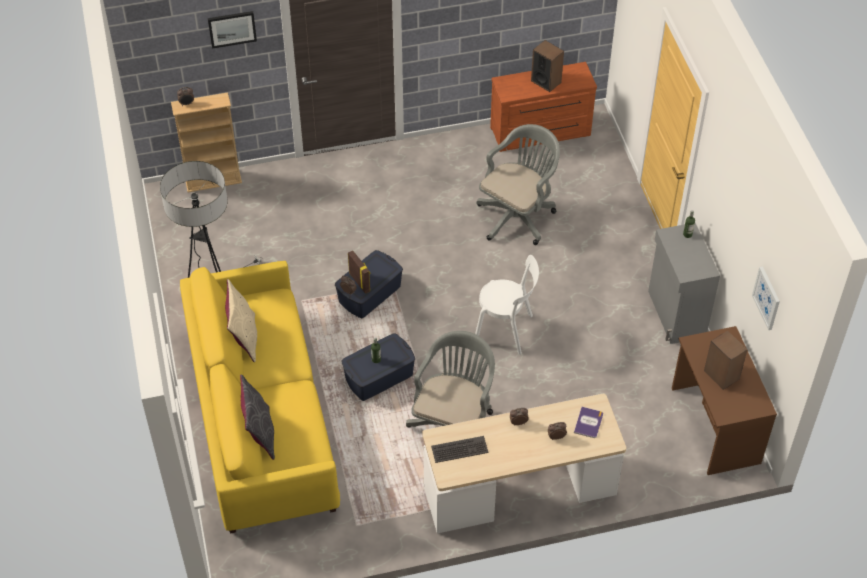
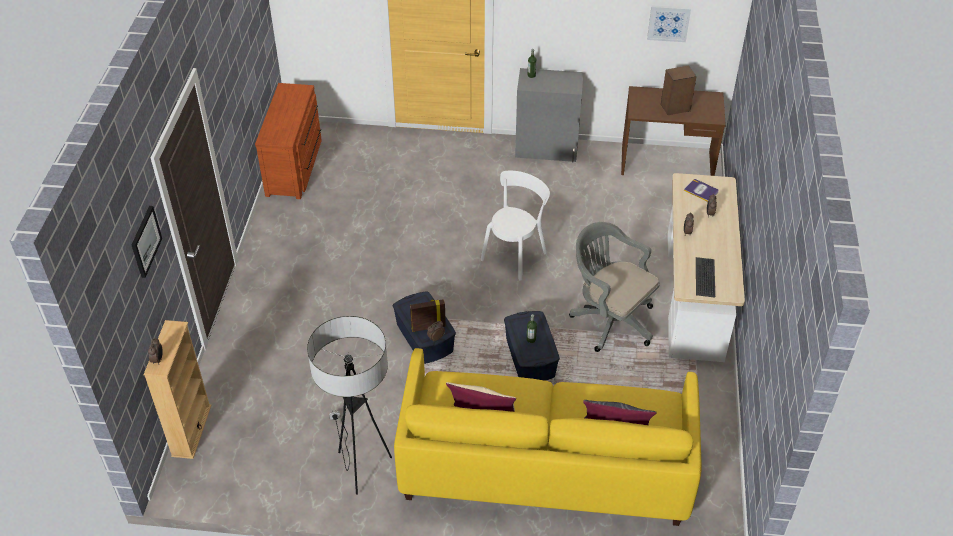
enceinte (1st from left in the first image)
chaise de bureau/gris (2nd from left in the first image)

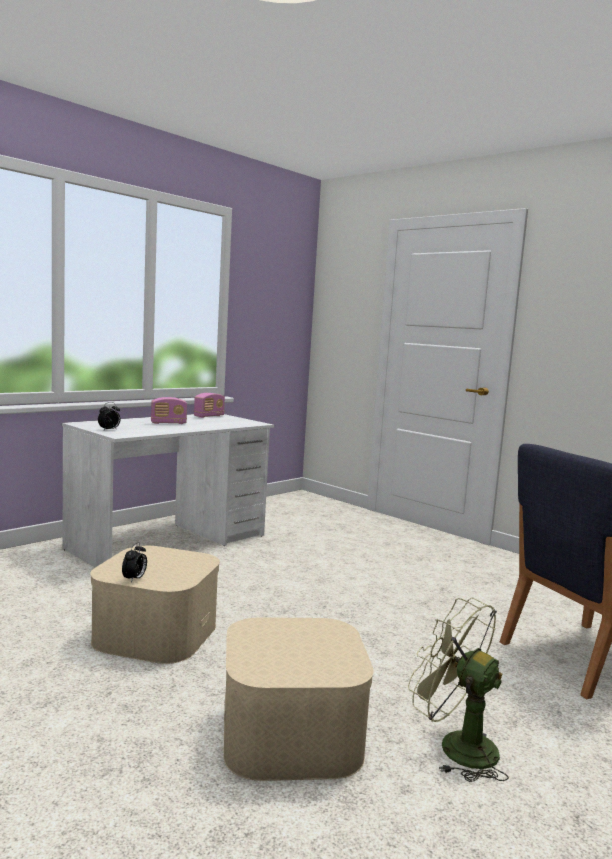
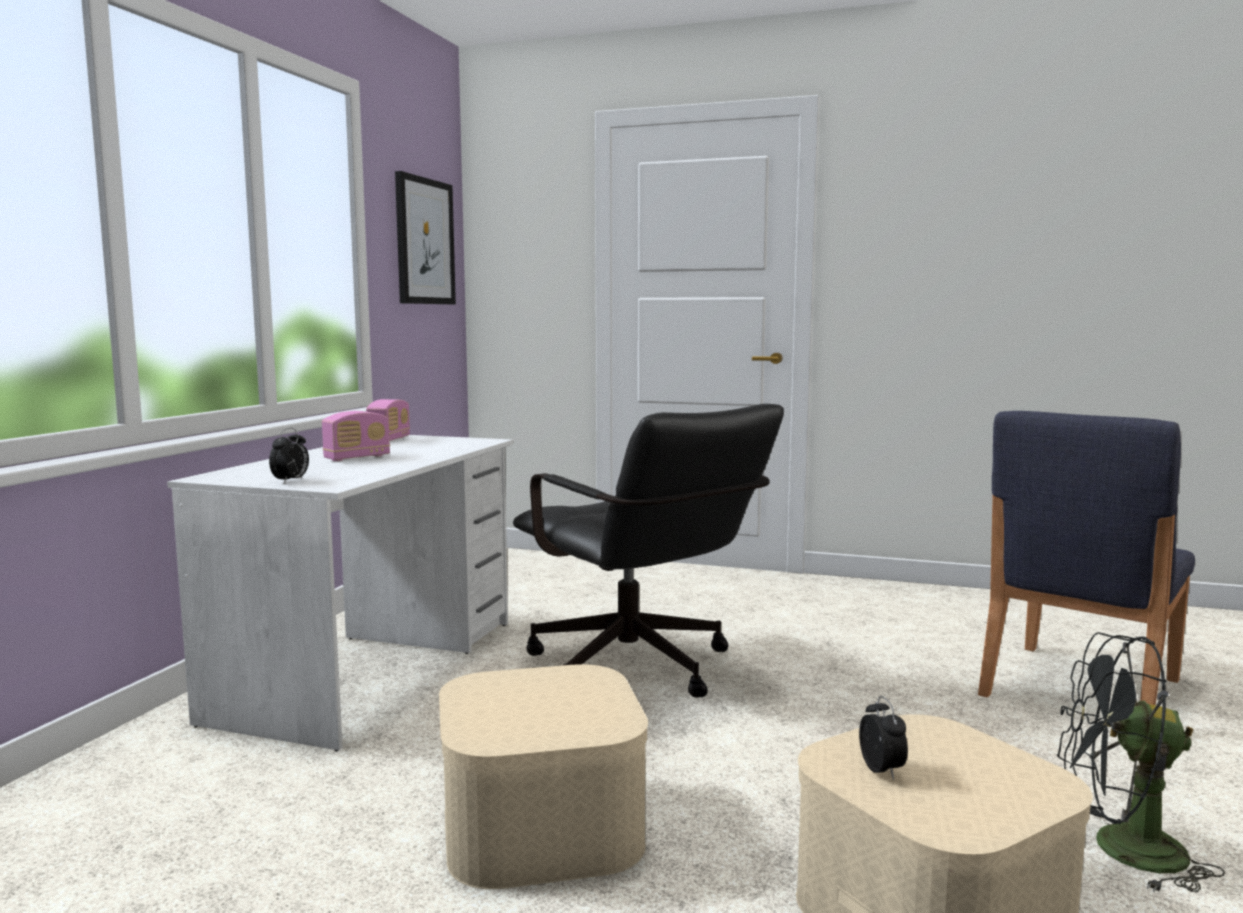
réveil (2nd from left)
ventilateur/noir
tableau
chaise de bureau/noir

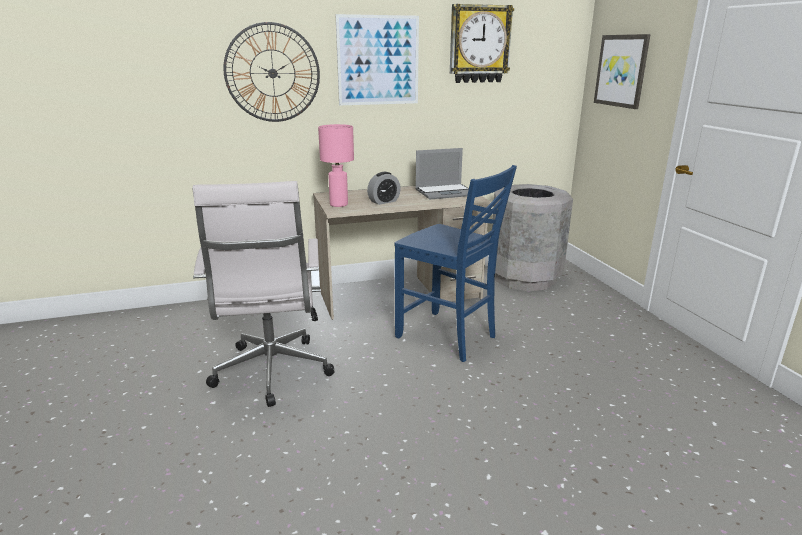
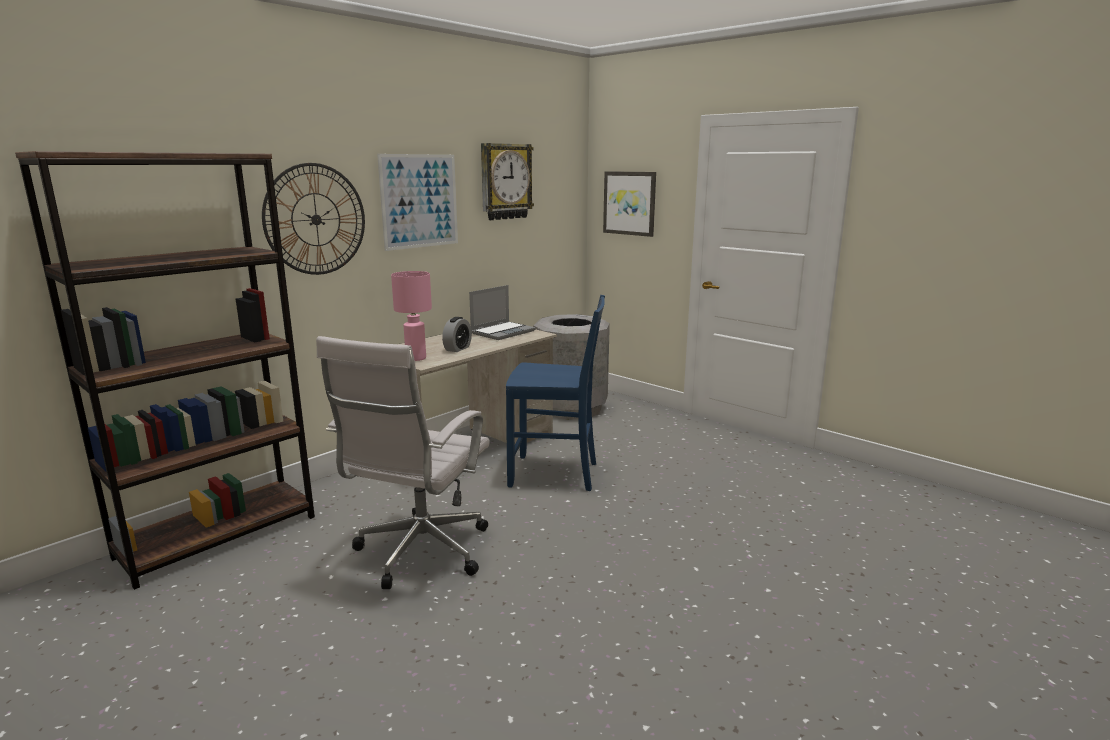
chaise de bureau/blanc
bibliothèque/marron

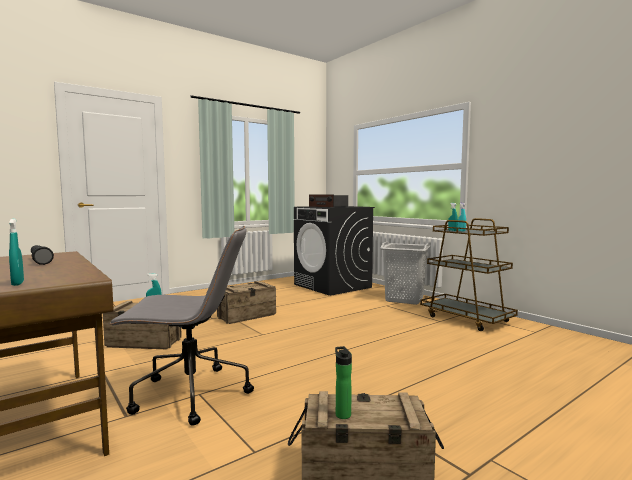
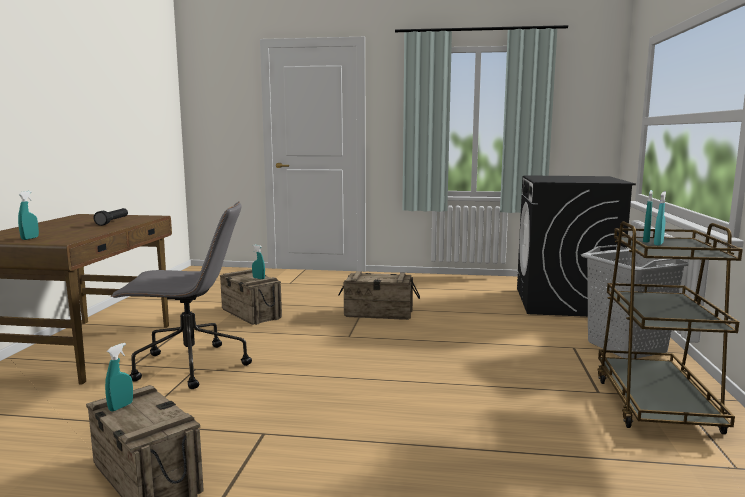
radio
chaise de bureau/gris
vaporisateur/turquoise (2nd from left)

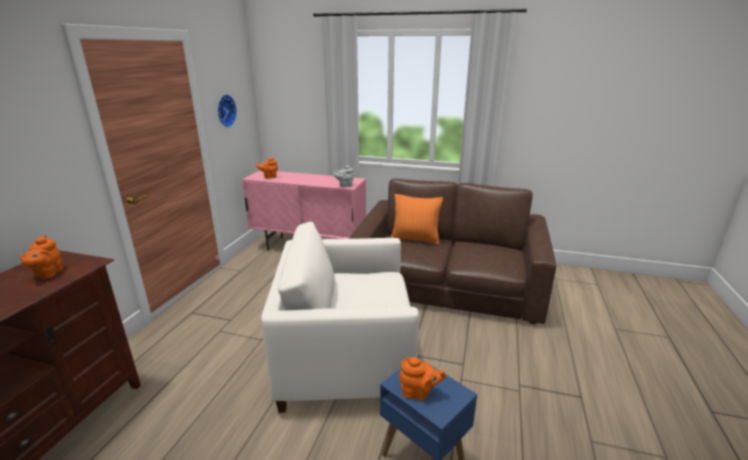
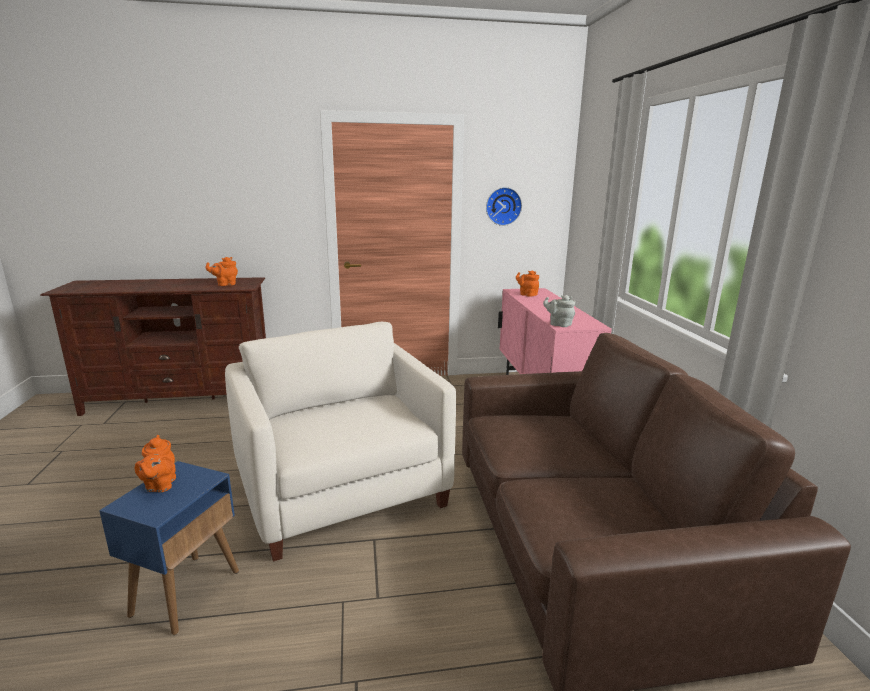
coussin/orange

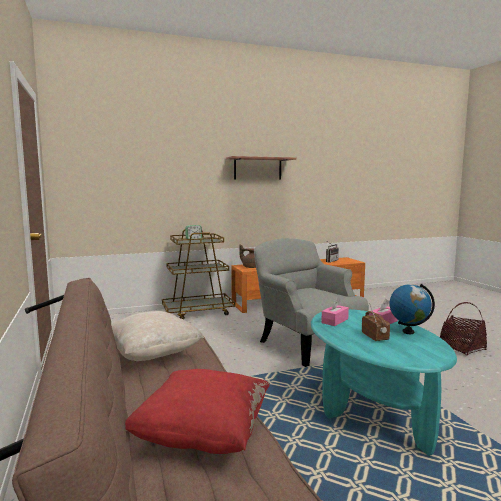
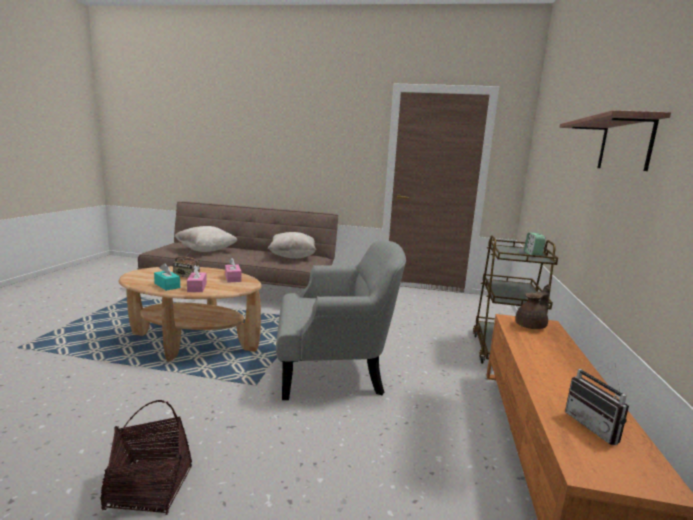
boîte à mouchoirs/turquoise
table basse/marron
coussin/beige (1st from left)

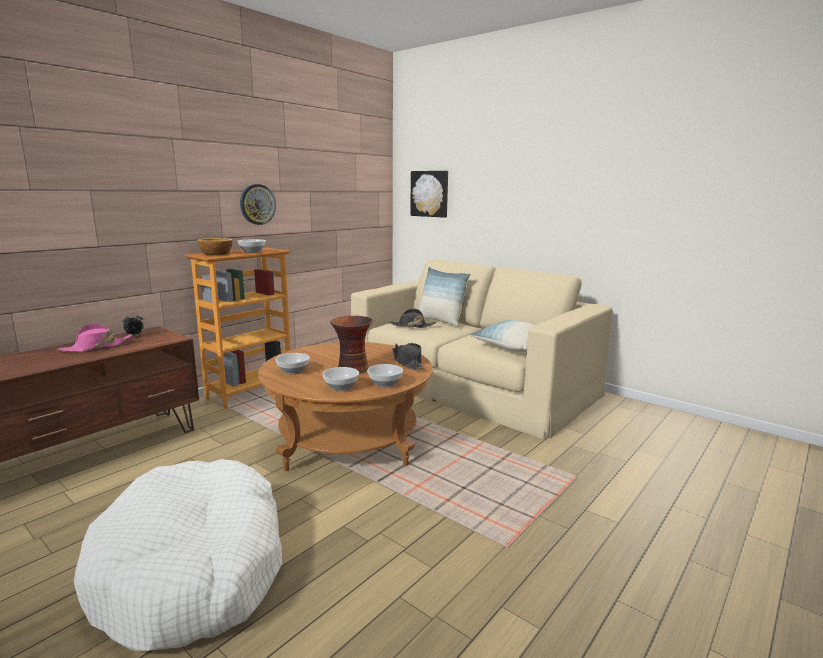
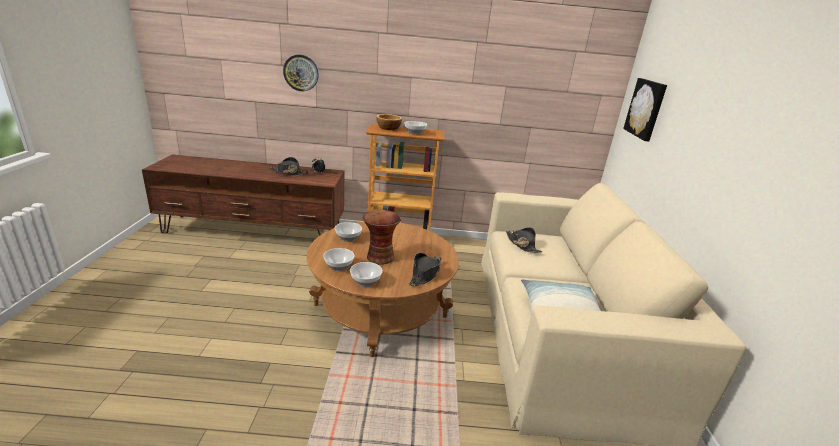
horloge murale
coussin (1st from left in the first image)
chapeau/noir (1st from left)
panier pour chien/blanc

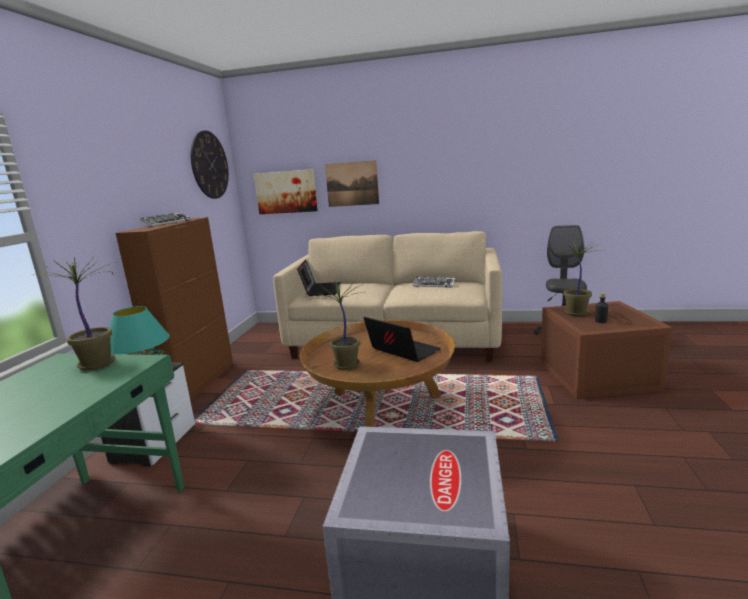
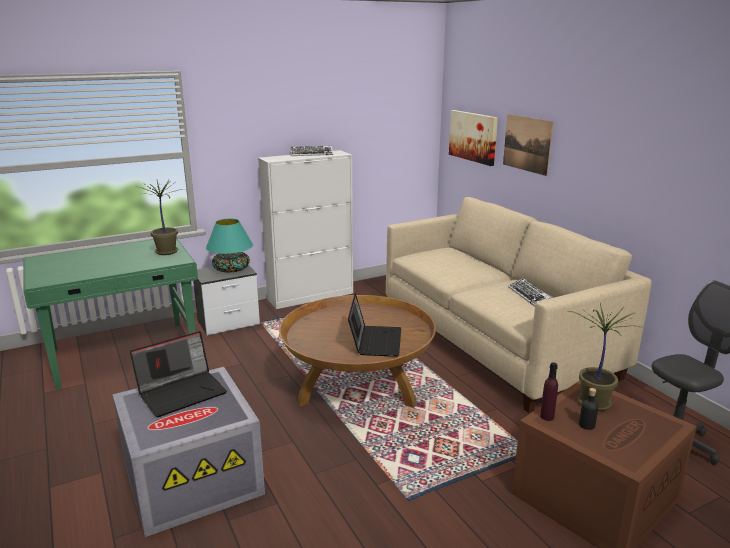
horloge murale
meuble de rangement/blanc
ordinateur portable (1st from left)
plante en pot (2nd from left in the first image)
bouteille/violet

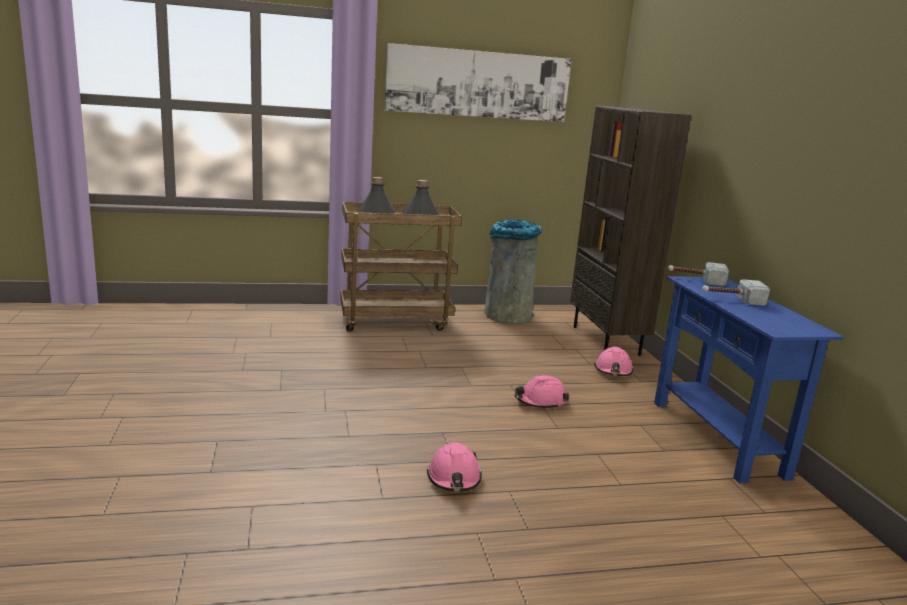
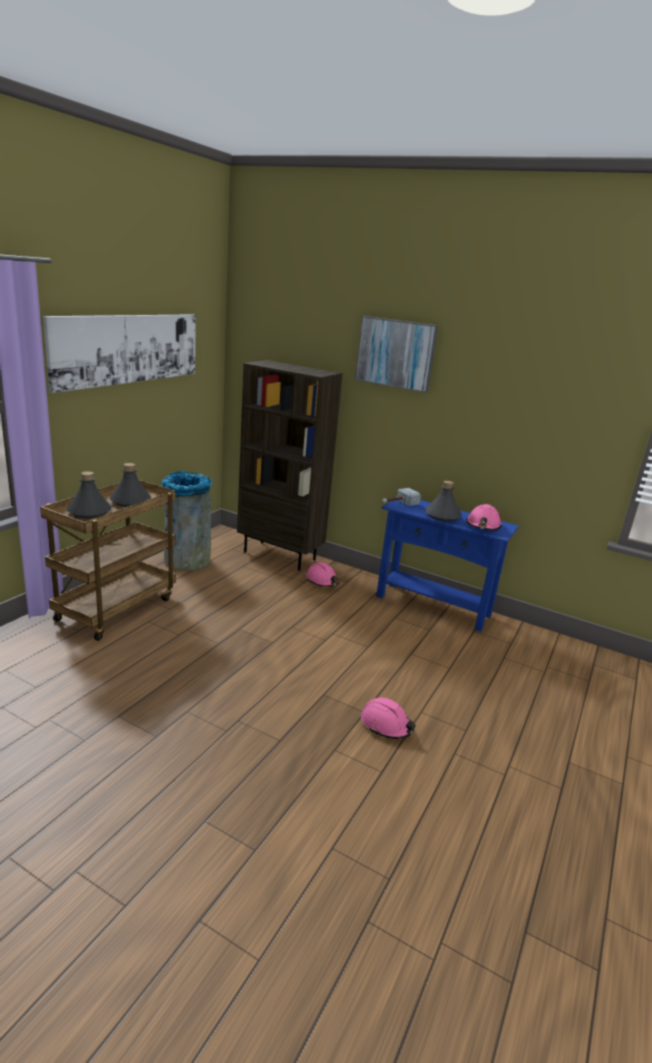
bouteille/gris (3rd from left)
casque de chantier/rose (3rd from left)
tableau (2nd from left)

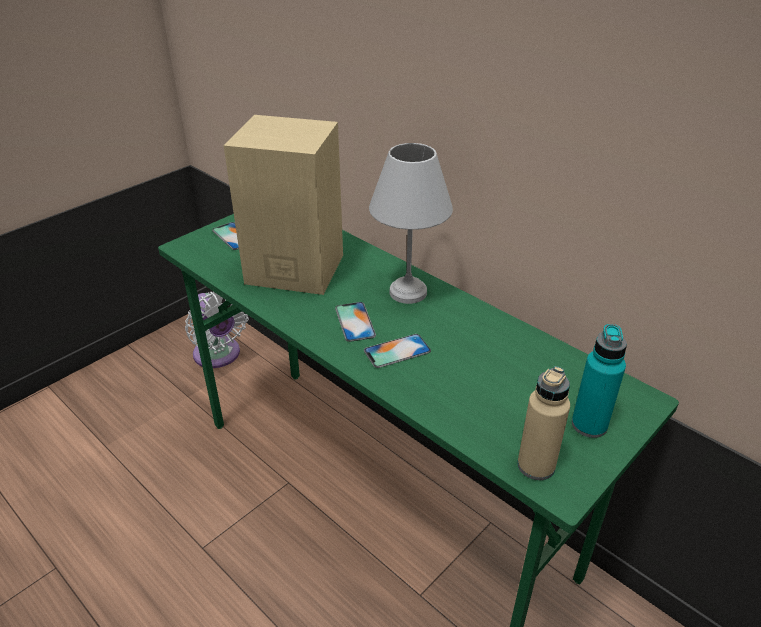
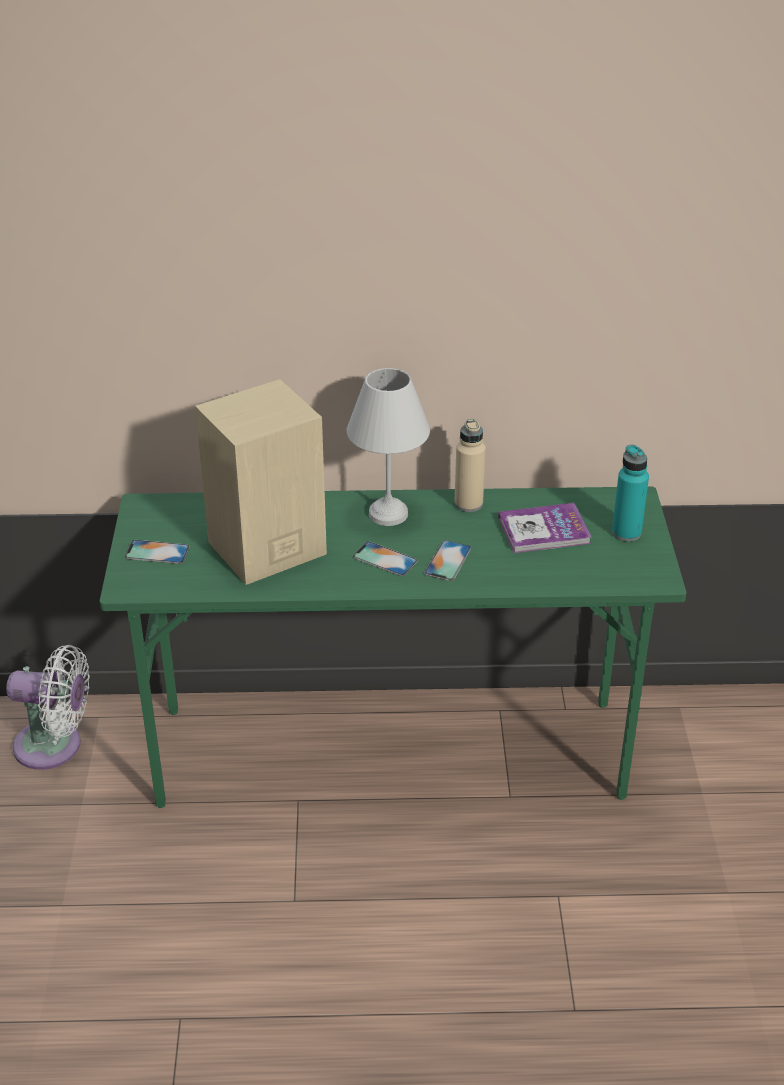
bouteille/beige
livre

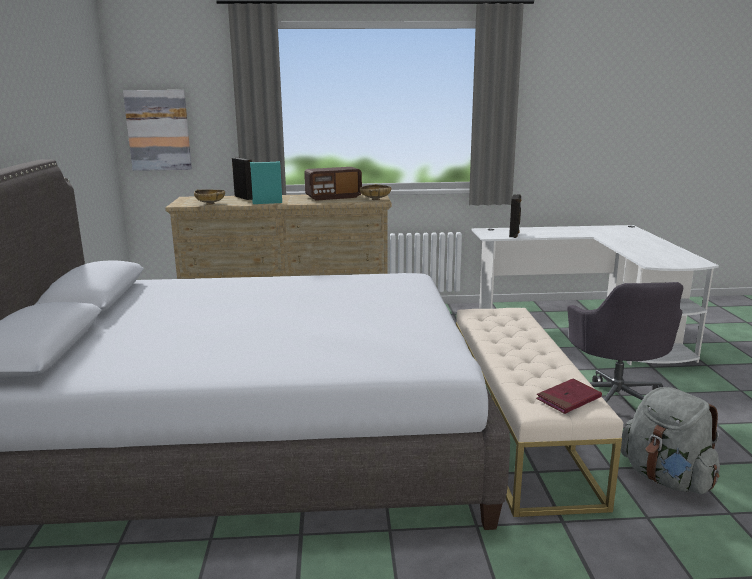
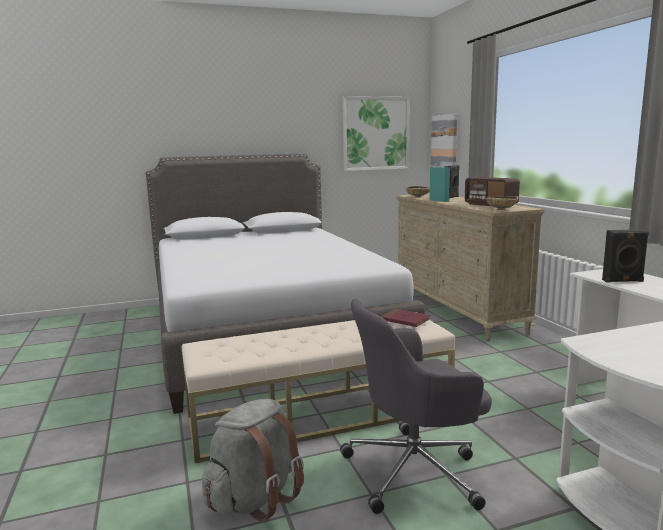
livre/rouge
tableau (1st from left)

